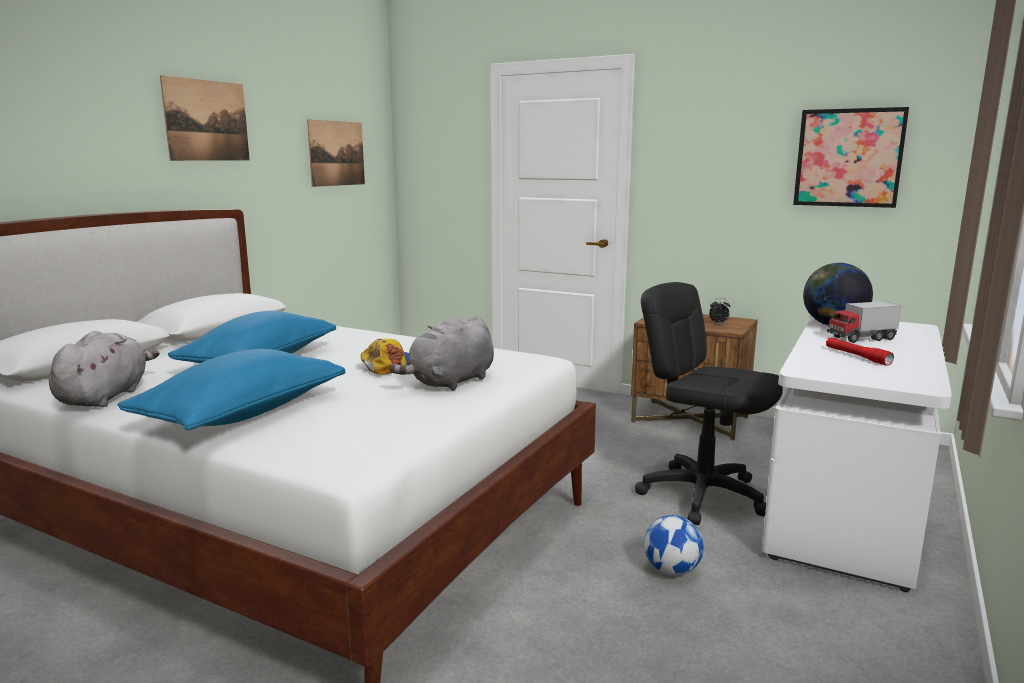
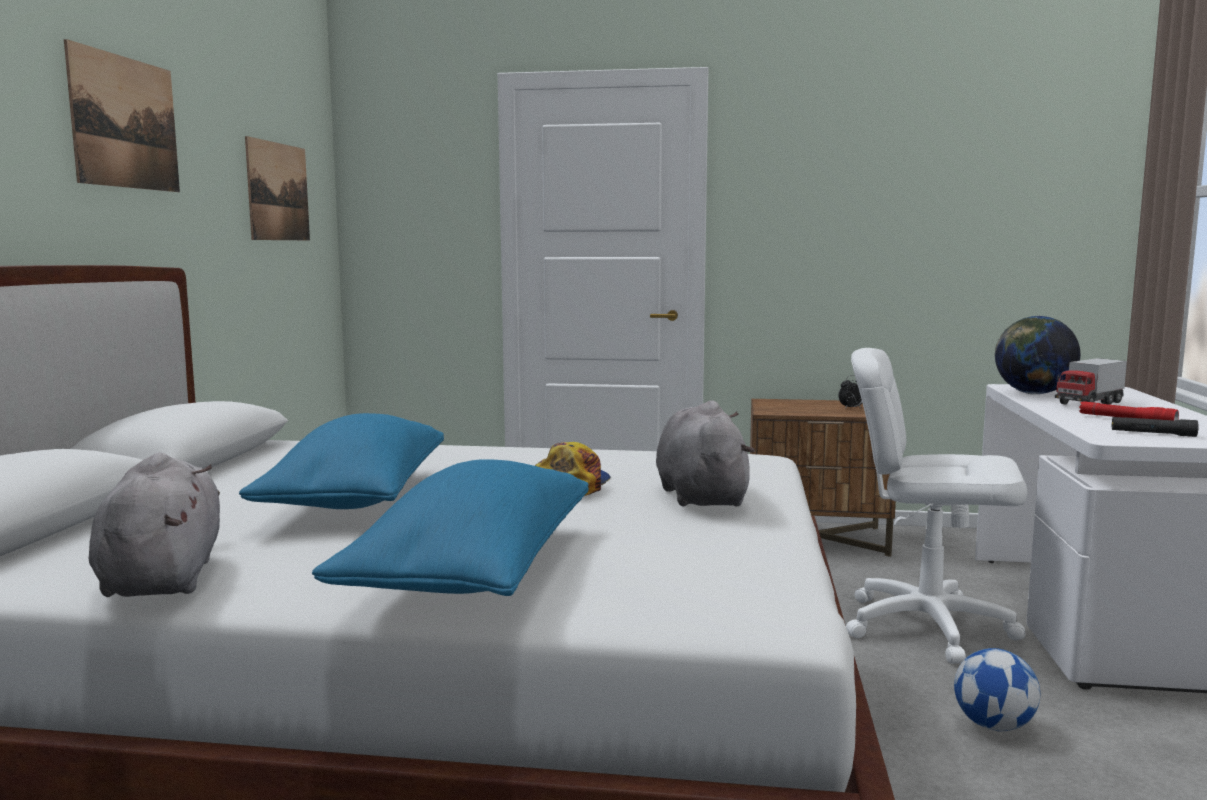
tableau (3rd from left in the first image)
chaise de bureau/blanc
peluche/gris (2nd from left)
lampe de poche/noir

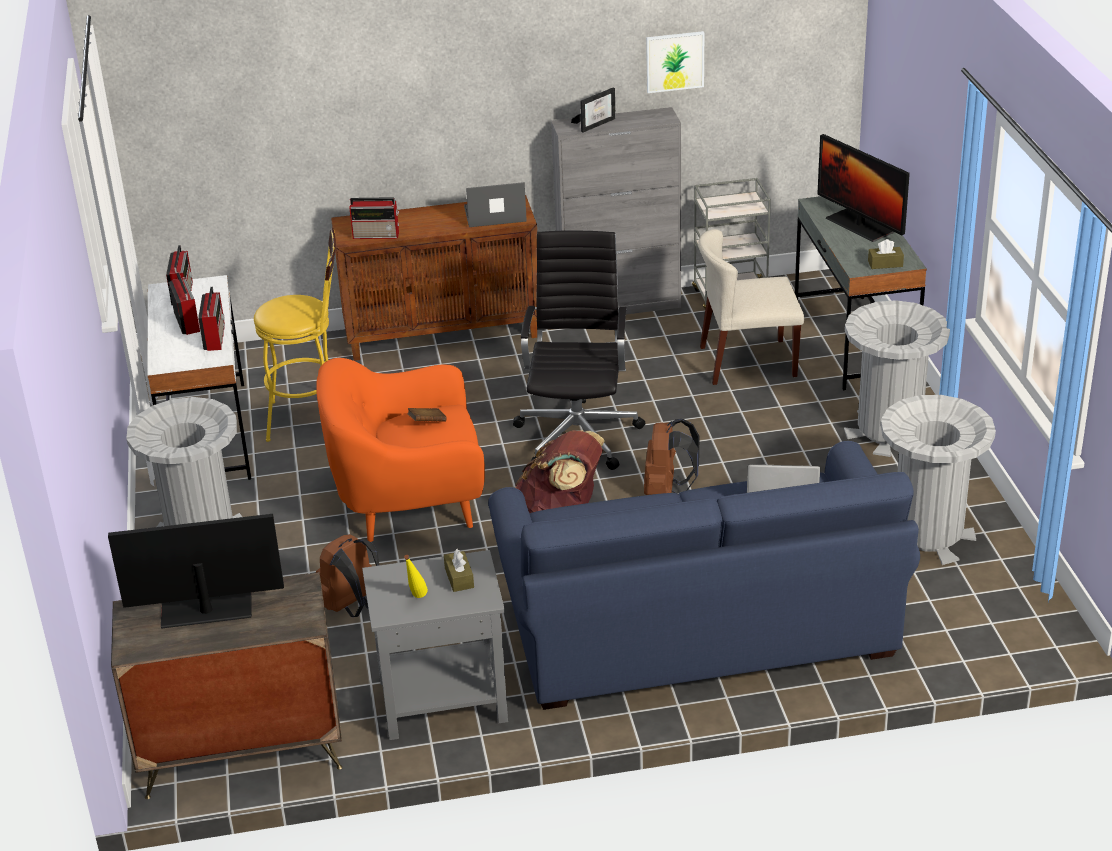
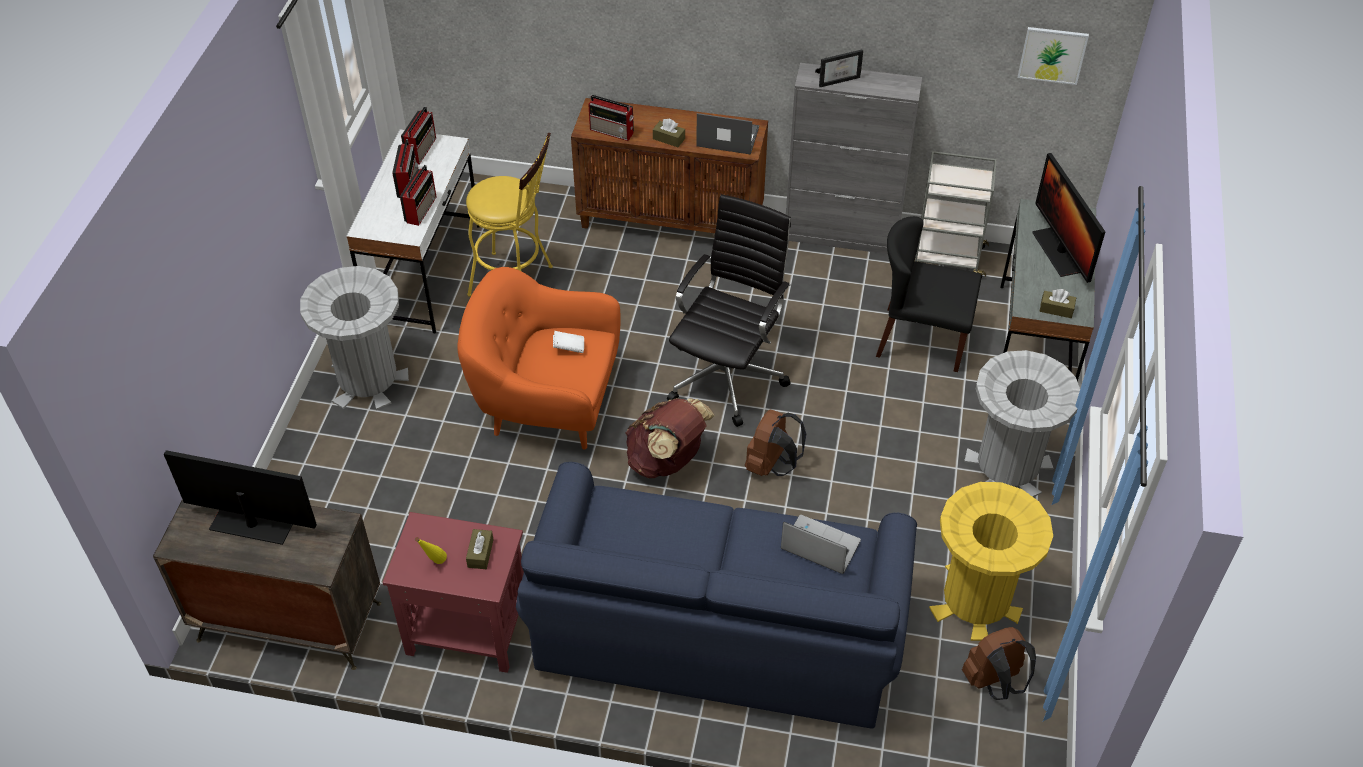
tableau
chaise/noir
poubelle/jaune
livre/blanc
sac à dos/marron (3rd from left)
table d'appoint/rouge
boîte à mouchoirs/marron (2nd from left)

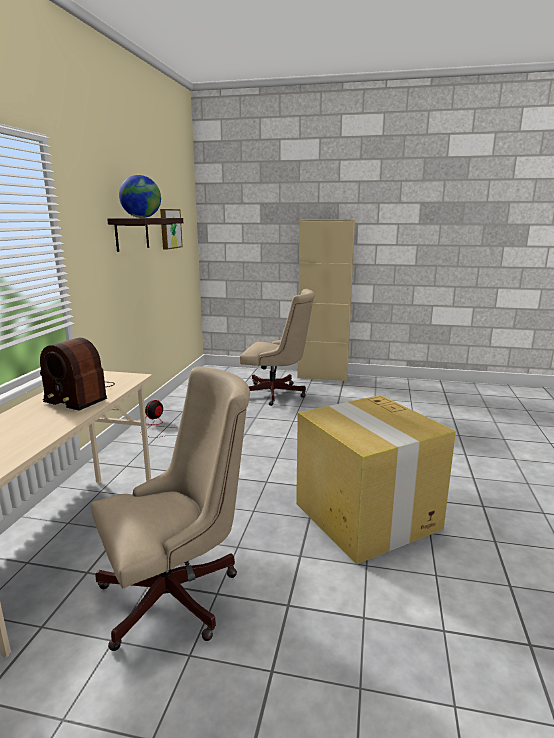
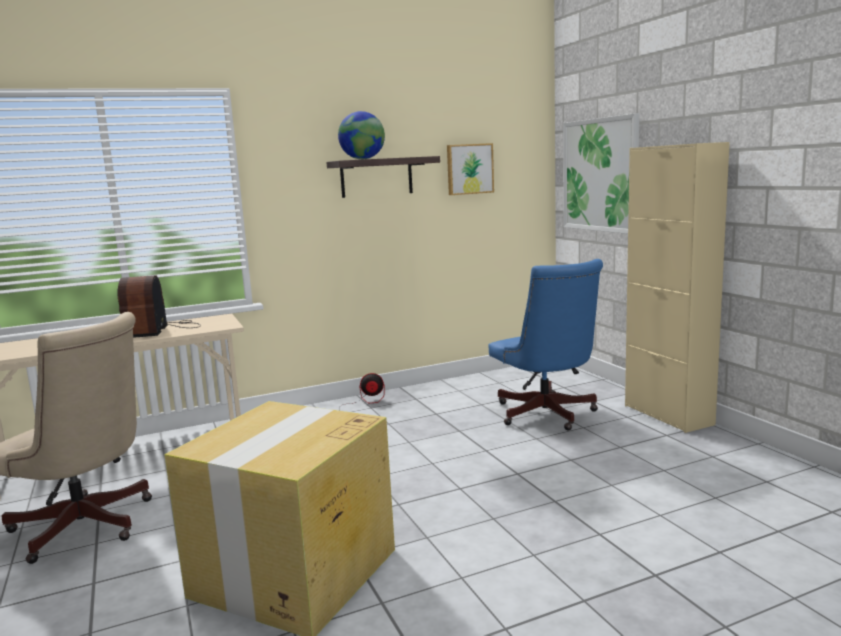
chaise de bureau/bleu
tableau (2nd from left)

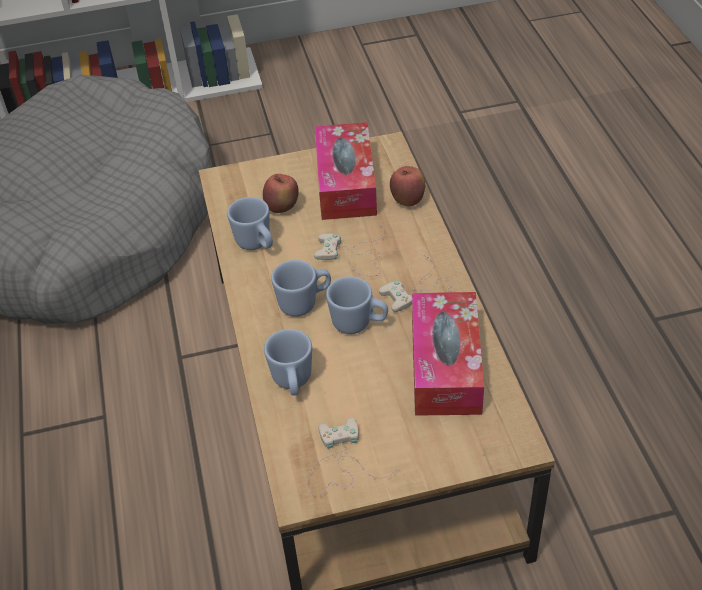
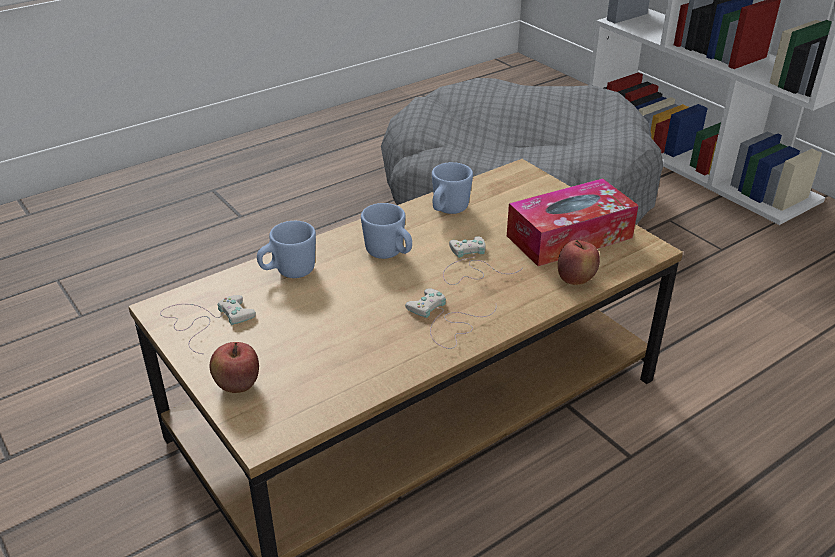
pomme (1st from left)
mug/bleu (4th from left in the first image)
boîte à mouchoirs (2nd from left in the first image)

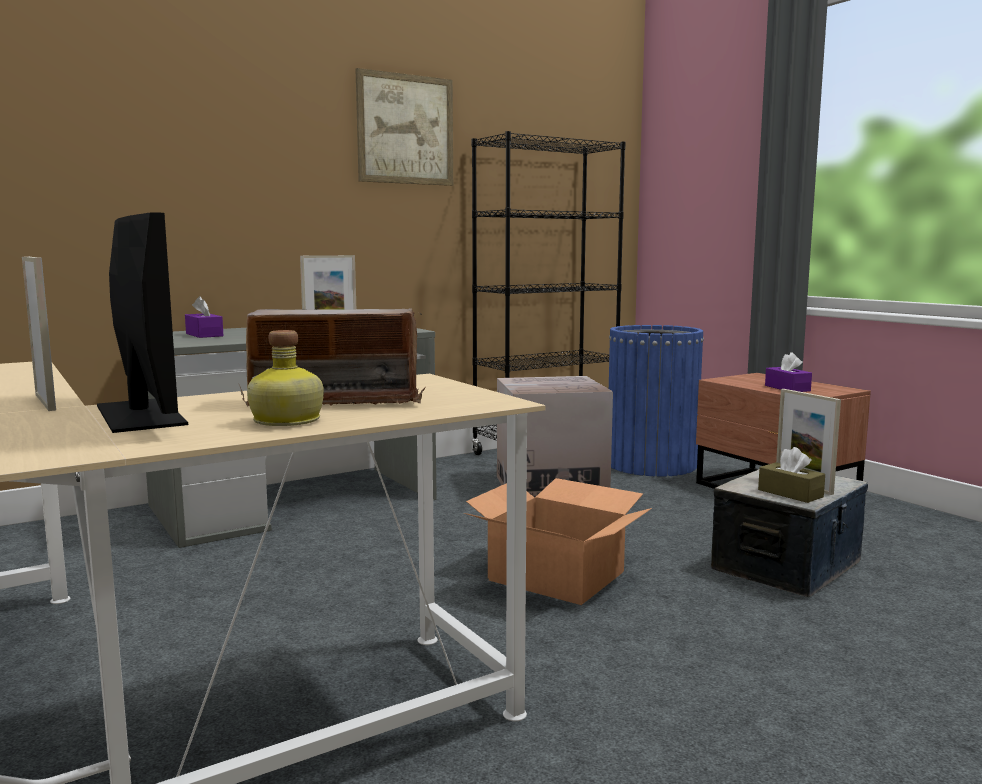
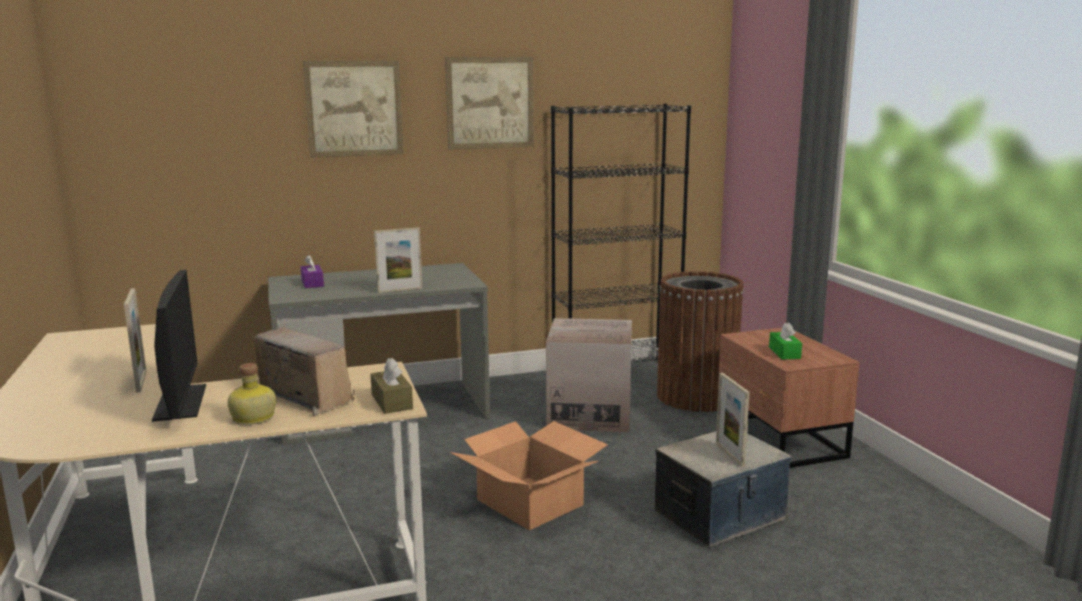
radio
poubelle/marron
boîte à mouchoirs/vert
boîte à mouchoirs/marron
tableau (1st from left)

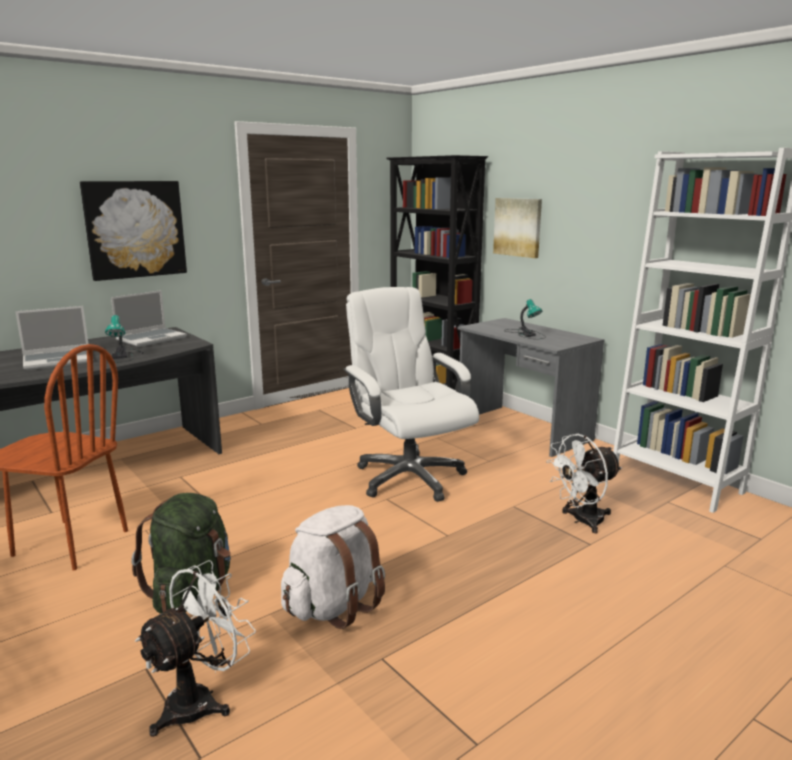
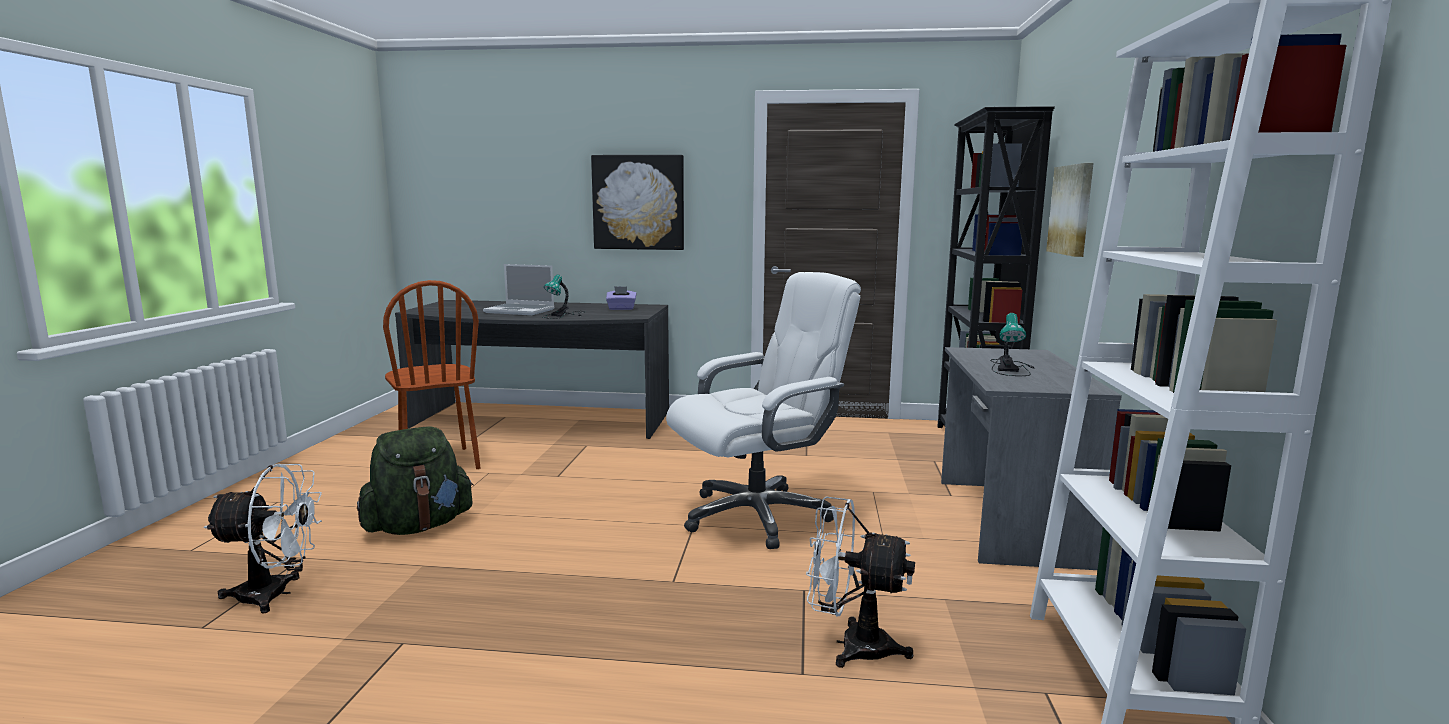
chaise de bureau/blanc
boîte à mouchoirs/violet
sac à dos/blanc

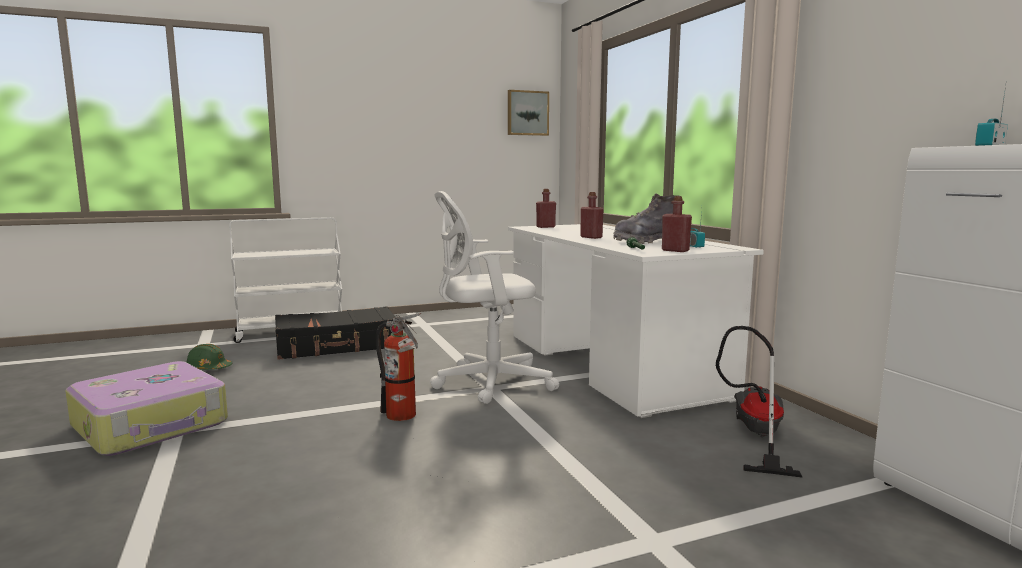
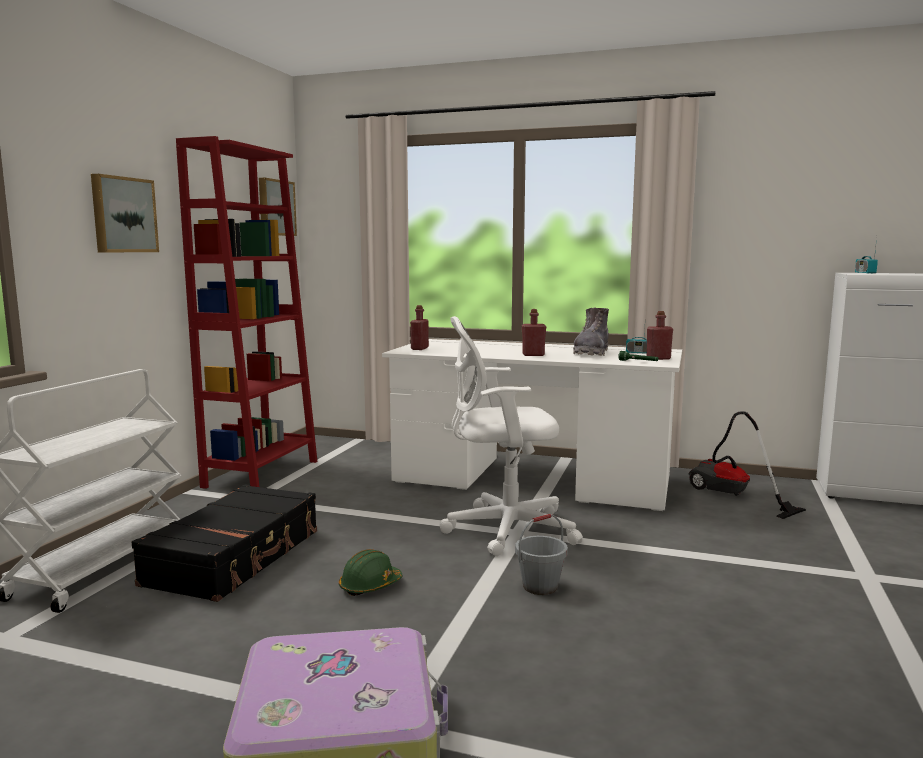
chaise de bureau/blanc
seau/gris
casque de chantier/vert
bibliothèque/rouge
tableau (1st from left)

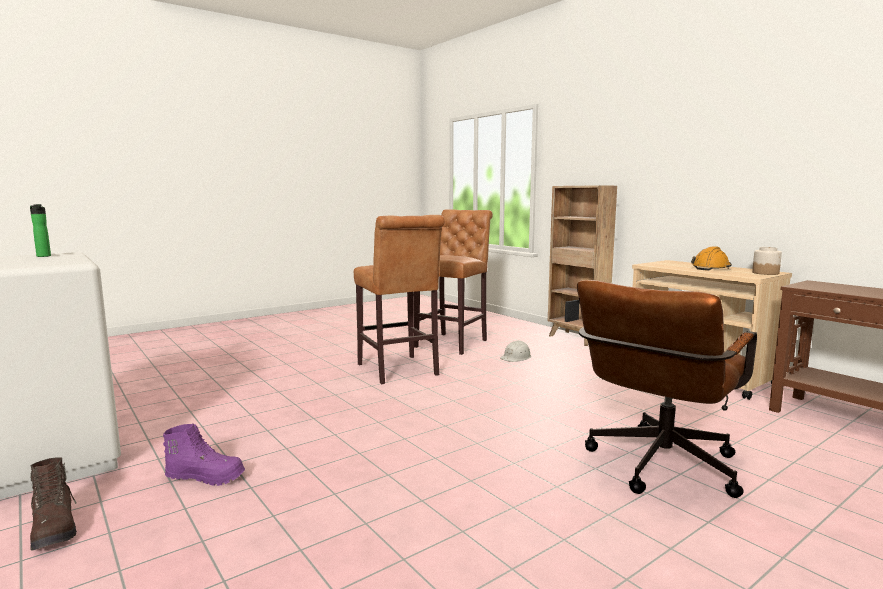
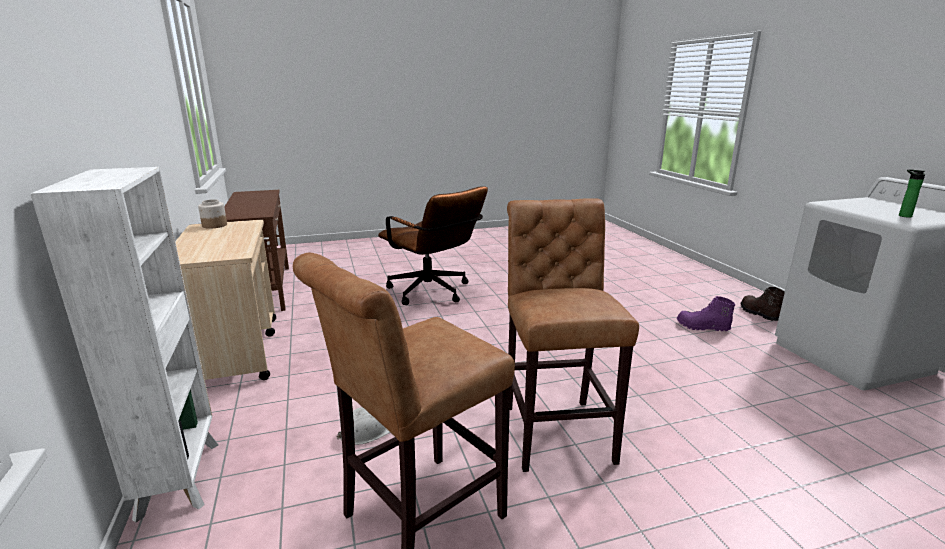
bibliothèque/blanc
casque de chantier/orange
chaise de bureau/marron

